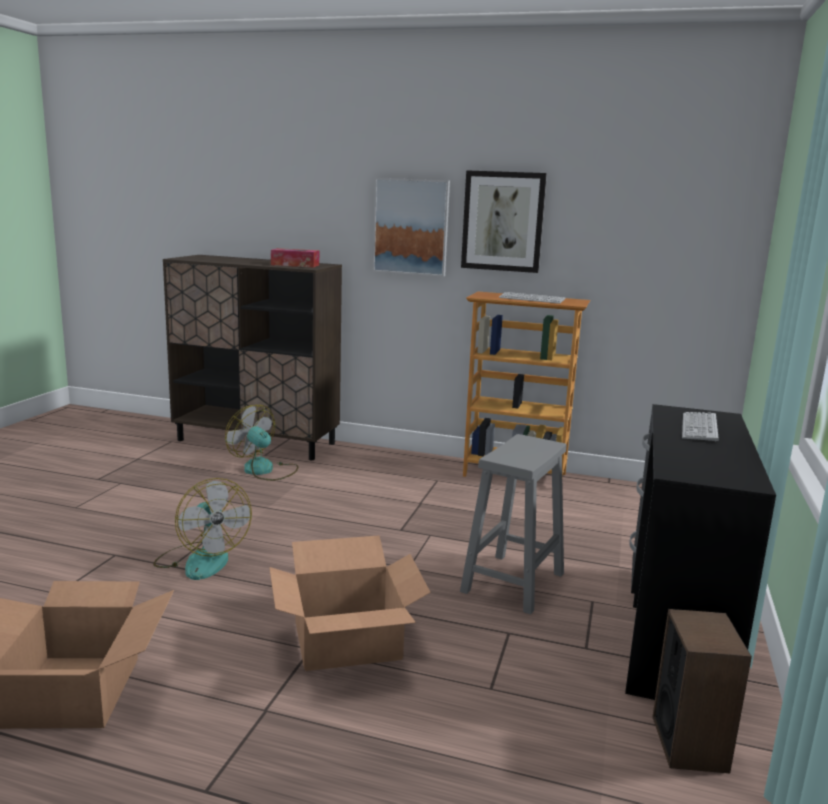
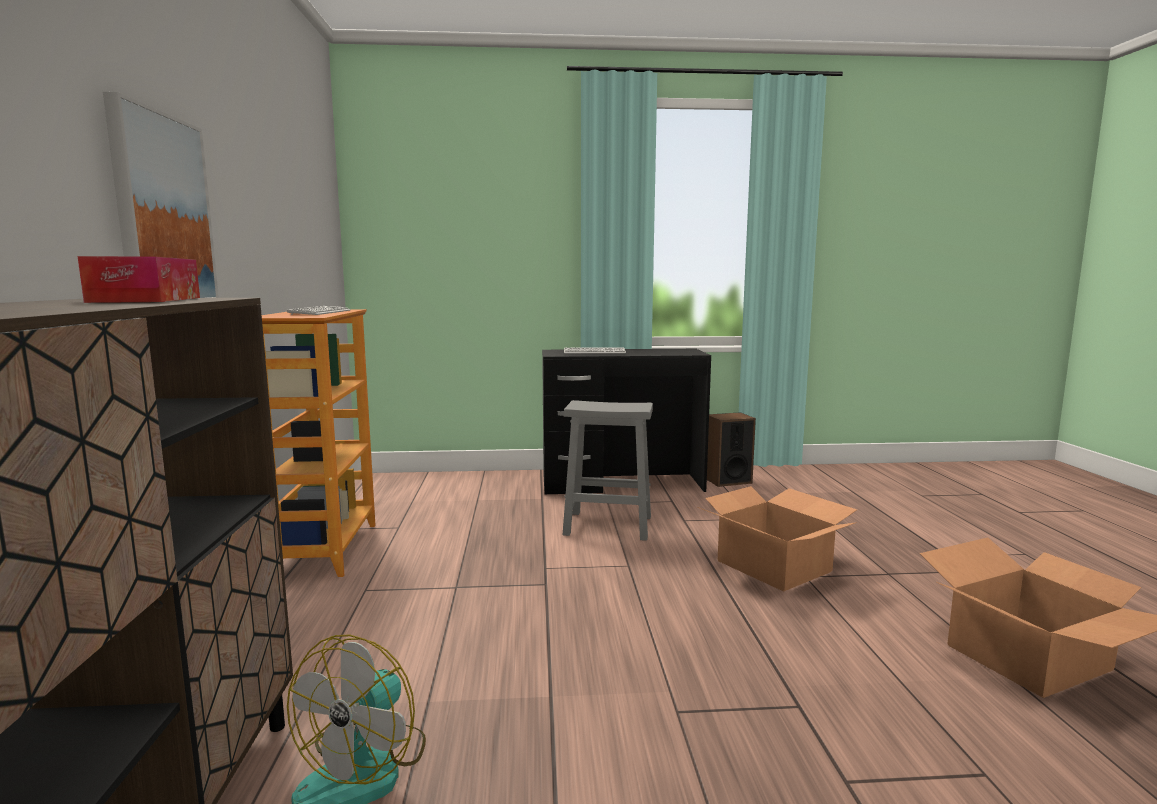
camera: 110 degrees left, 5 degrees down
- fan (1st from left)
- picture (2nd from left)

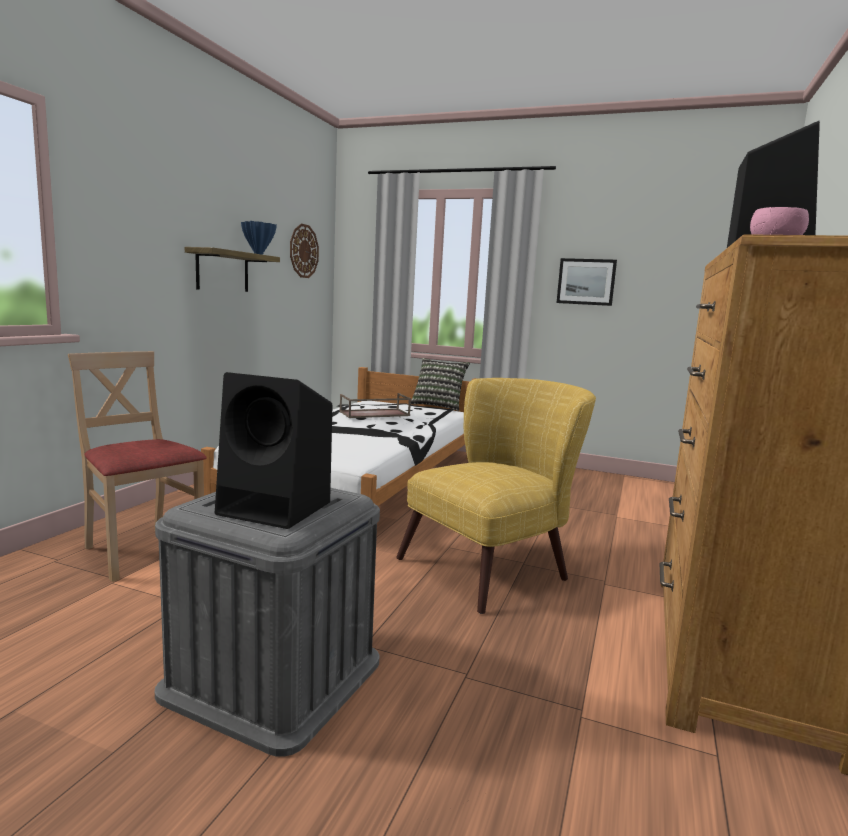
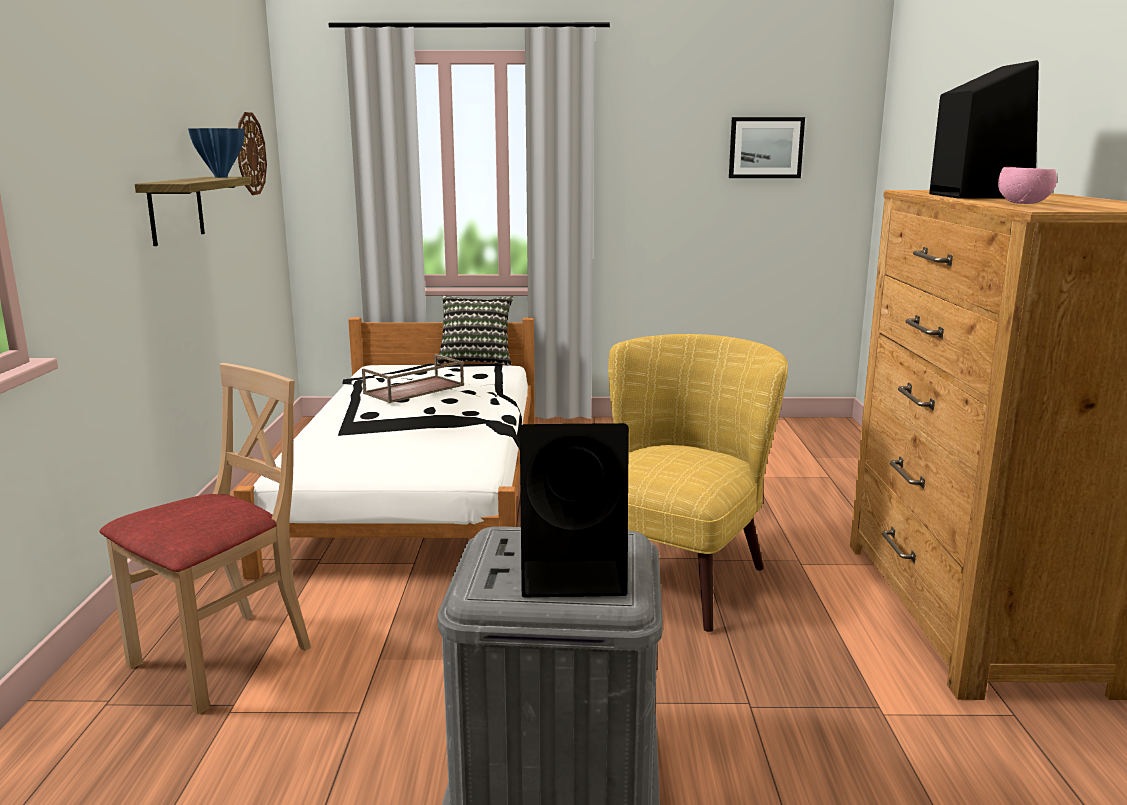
camera: 20 degrees left, 5 degrees up
~ picture
~ beige chair 105 degrees clockwise

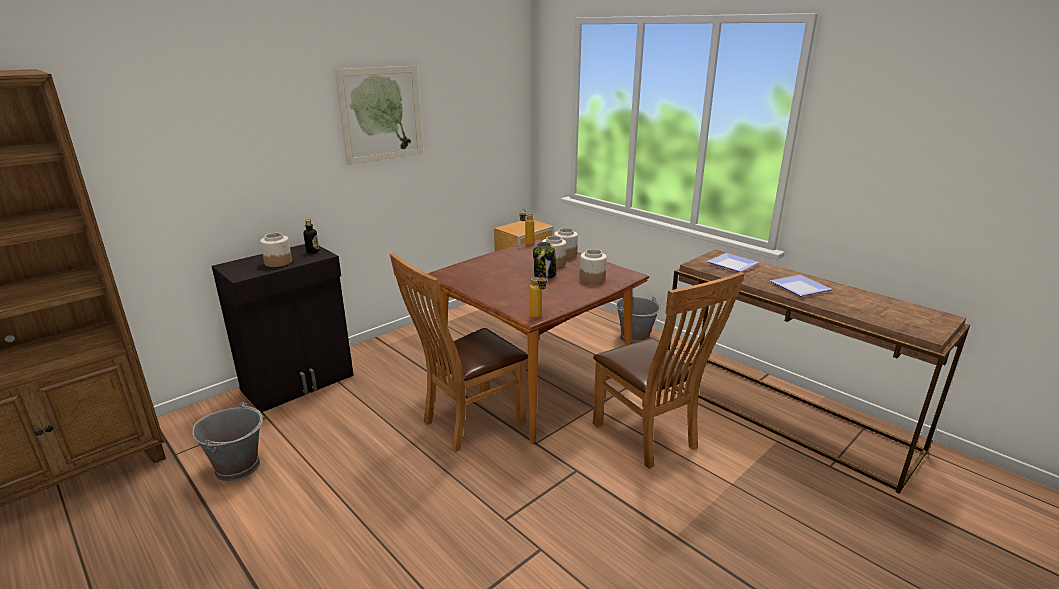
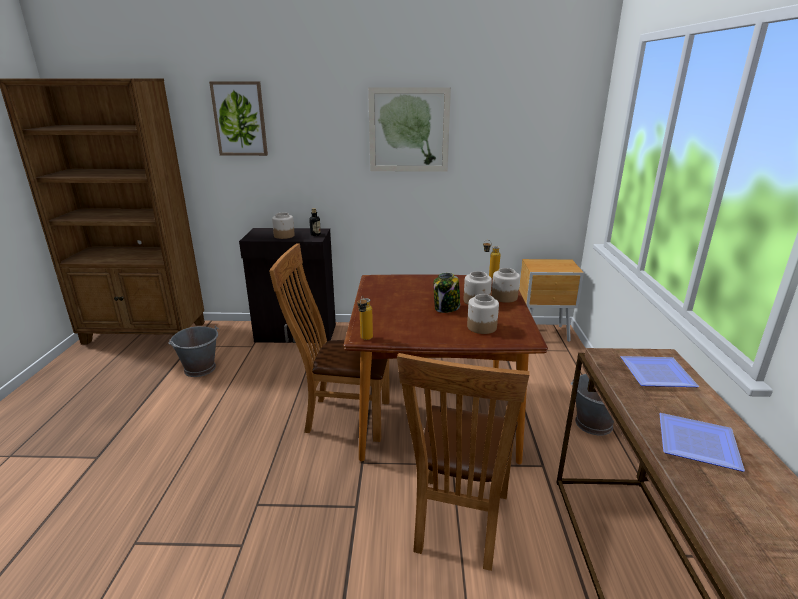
camera: 45 degrees right, 0 degrees up
+ picture (1st from left)

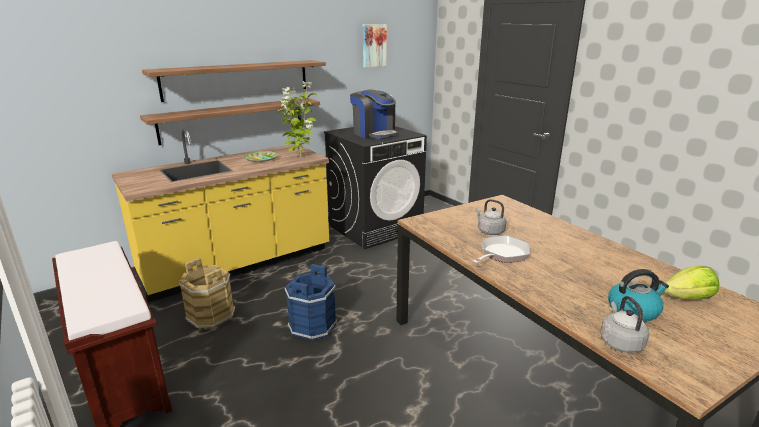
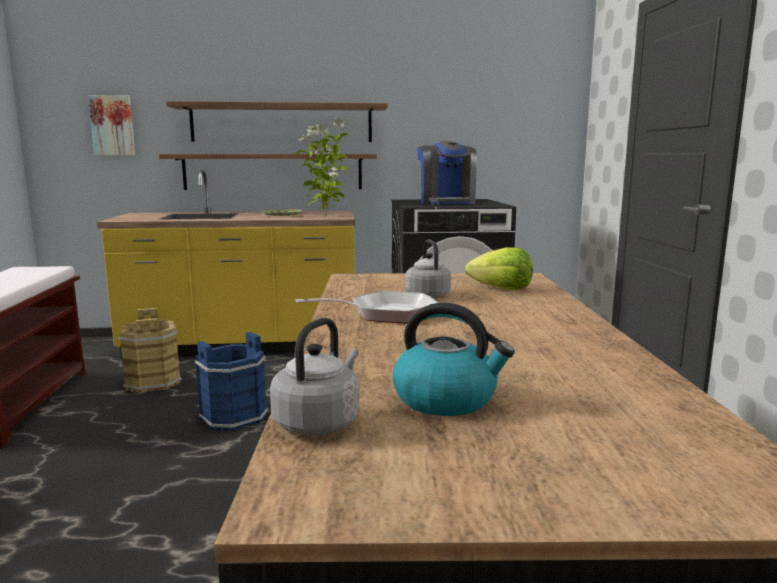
camera: 30 degrees right, 10 degrees down
~ picture
~ lettuce

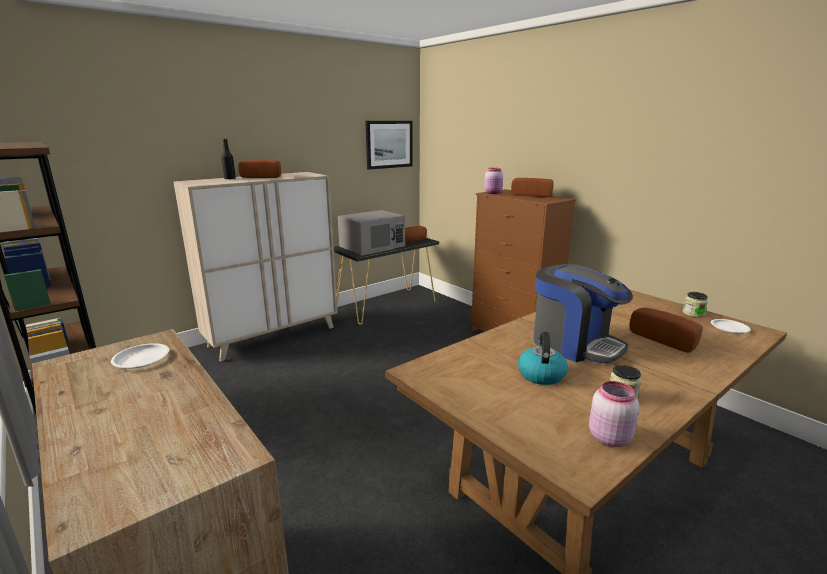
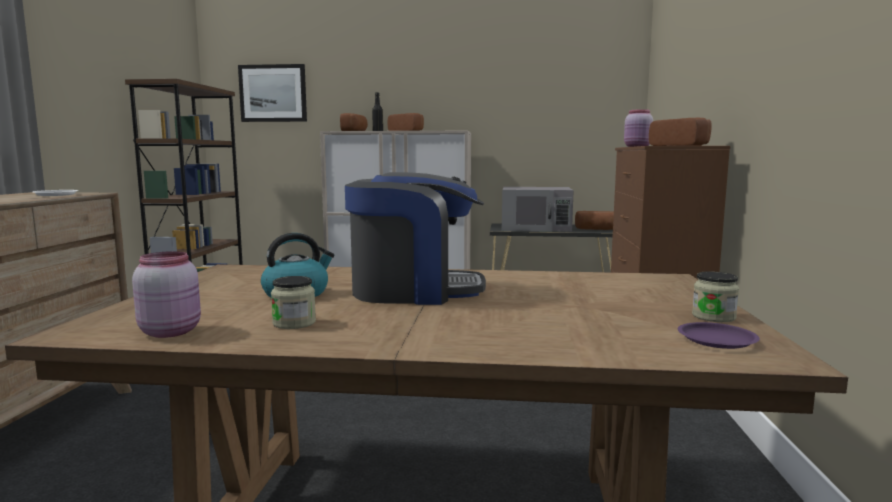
camera: 45 degrees right, 10 degrees down
~ picture
~ bread (4th from left in the first image) to bread (1st from left)
~ white plate (2nd from left) to purple plate
~ coffee machine 90 degrees counterclockwise

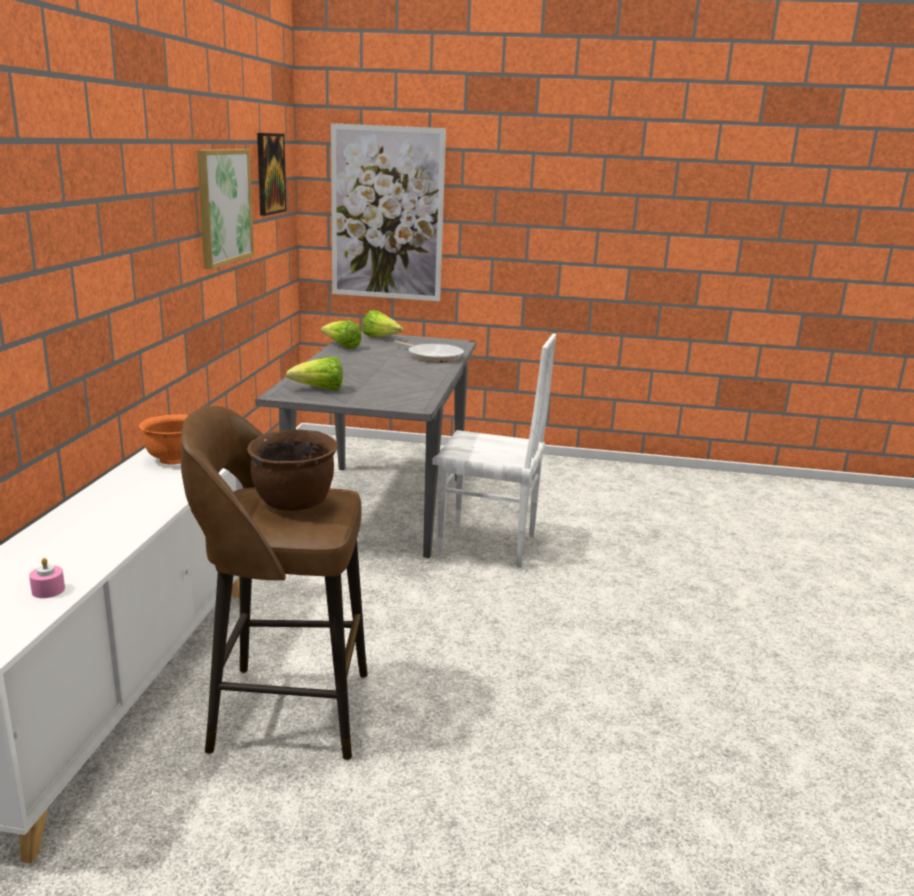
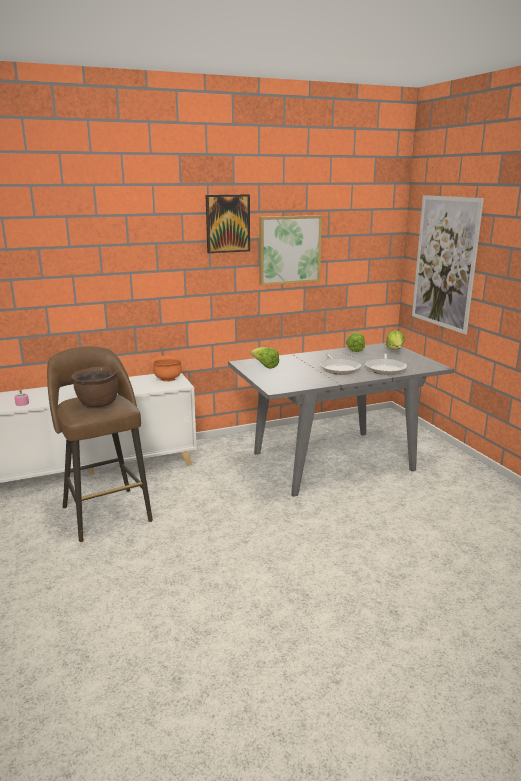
camera: 60 degrees right, 0 degrees up
- white chair
+ frying pan (1st from left)
~ picture (2nd from left in the first image) to picture (1st from left)

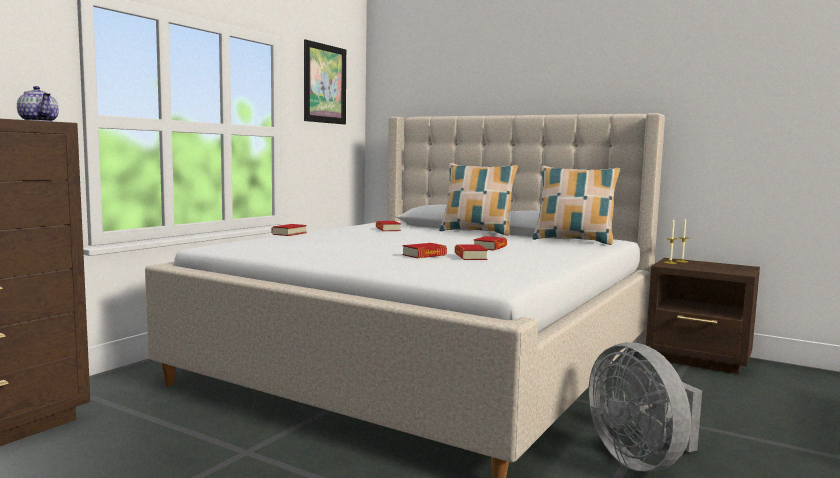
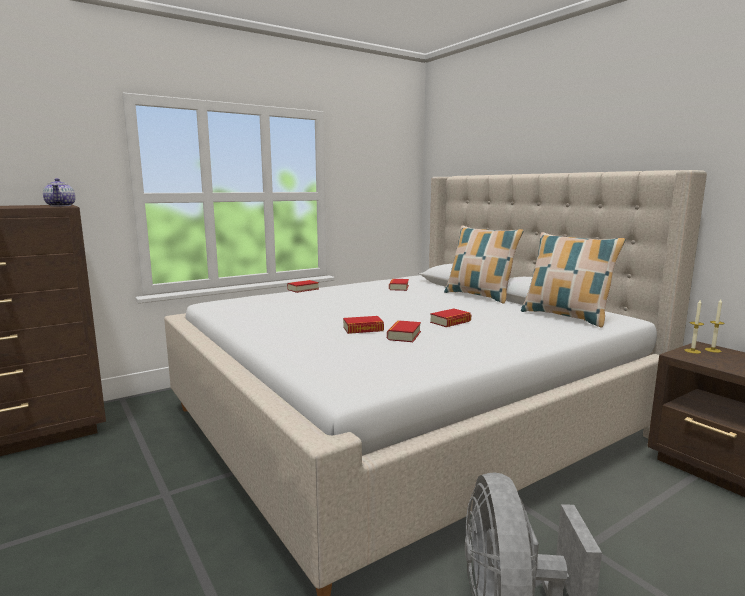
camera: 25 degrees right, 5 degrees up
- picture

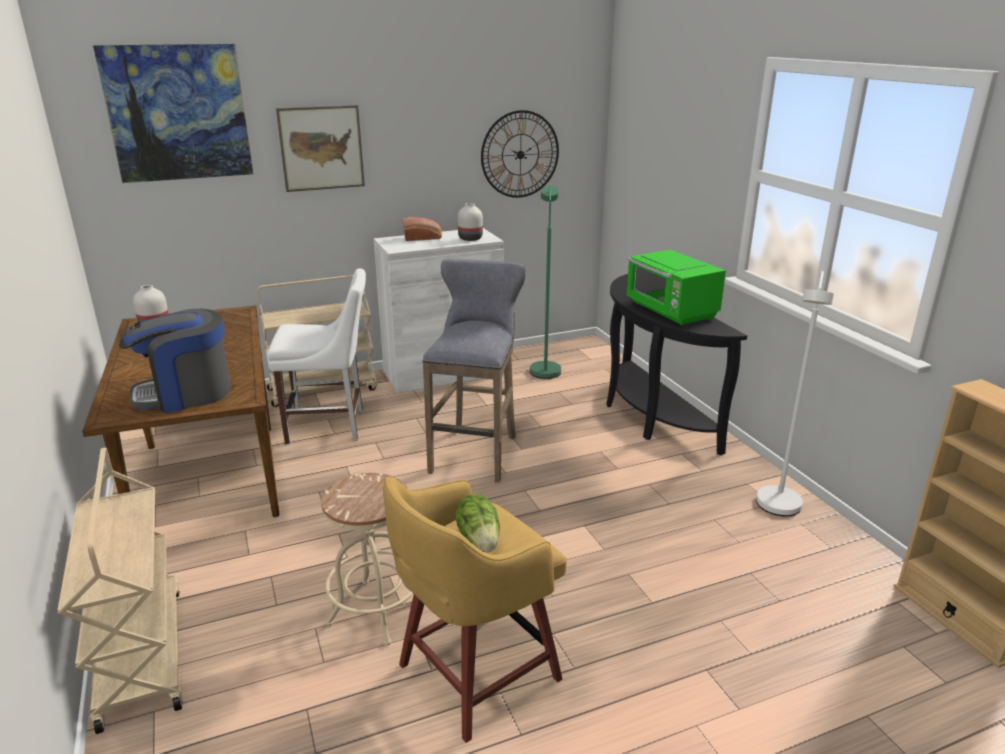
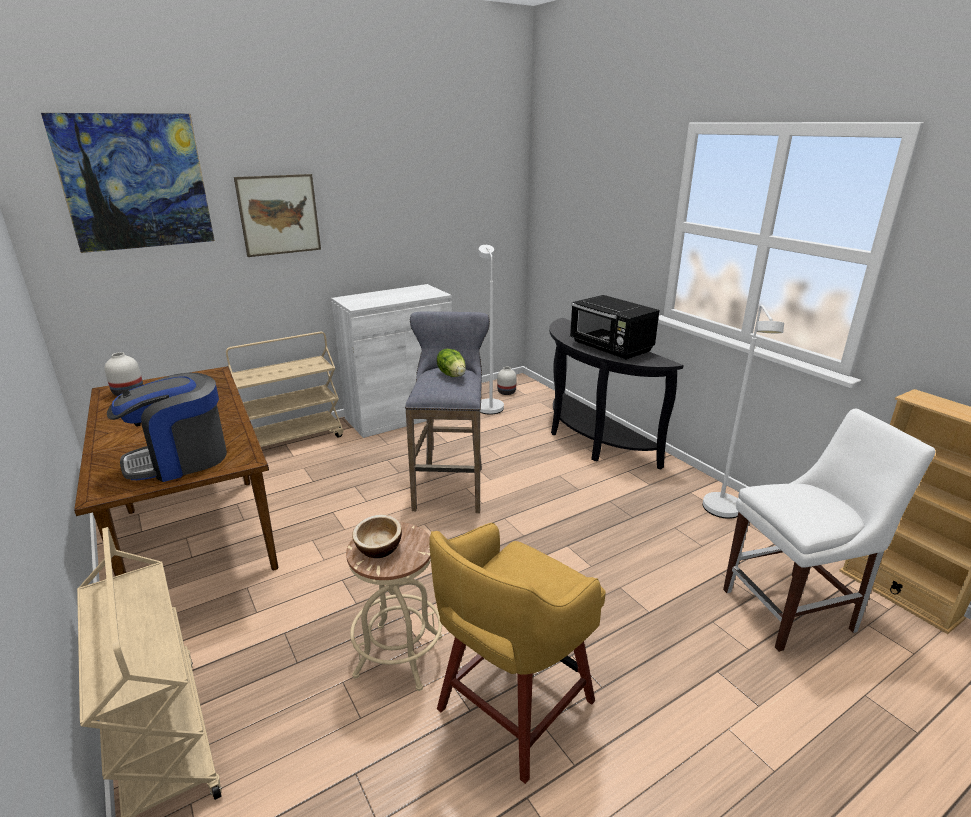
camera: 10 degrees left, 0 degrees up
- bread
- wall clock
+ bowl
~ white chair
~ lettuce
~ white vase (2nd from left)
~ green floor lamp to white floor lamp (1st from left)
~ green microwave to black microwave

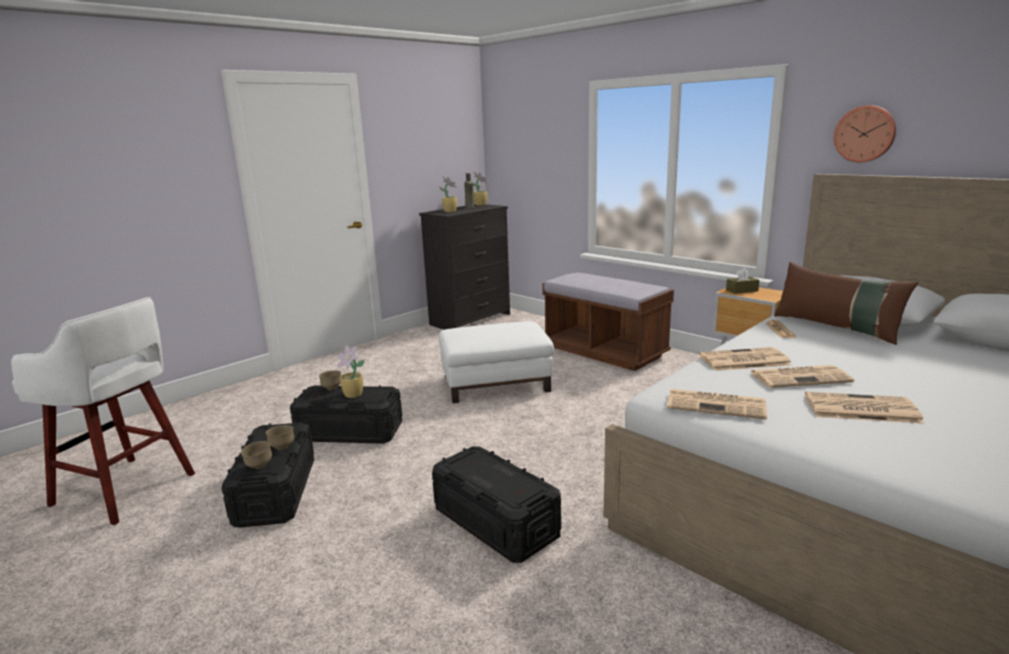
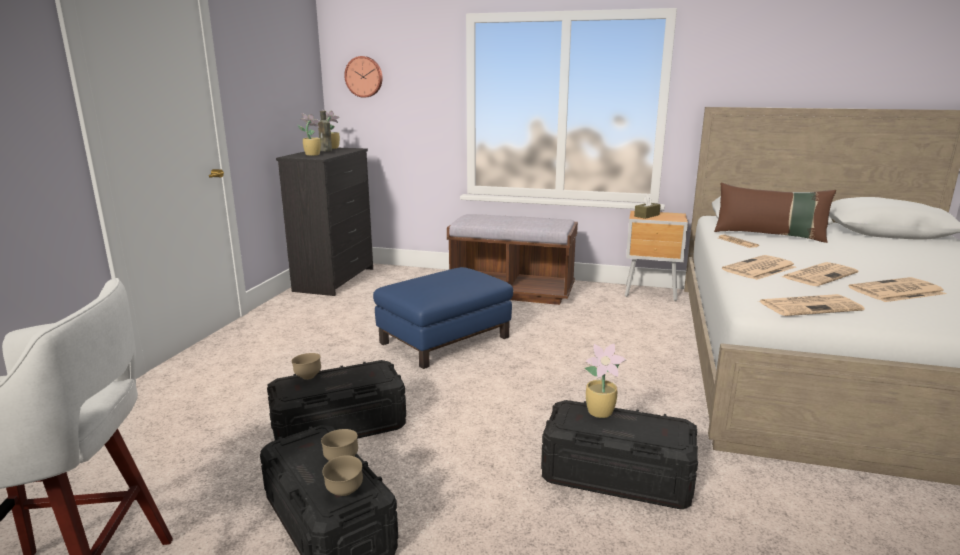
camera: 30 degrees left, 0 degrees up
~ potted plant (1st from left in the first image) to potted plant (3rd from left)
~ wall clock
~ white ottoman to blue ottoman

